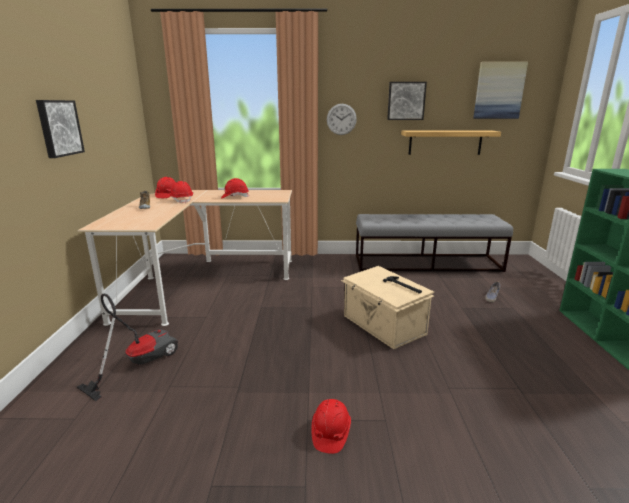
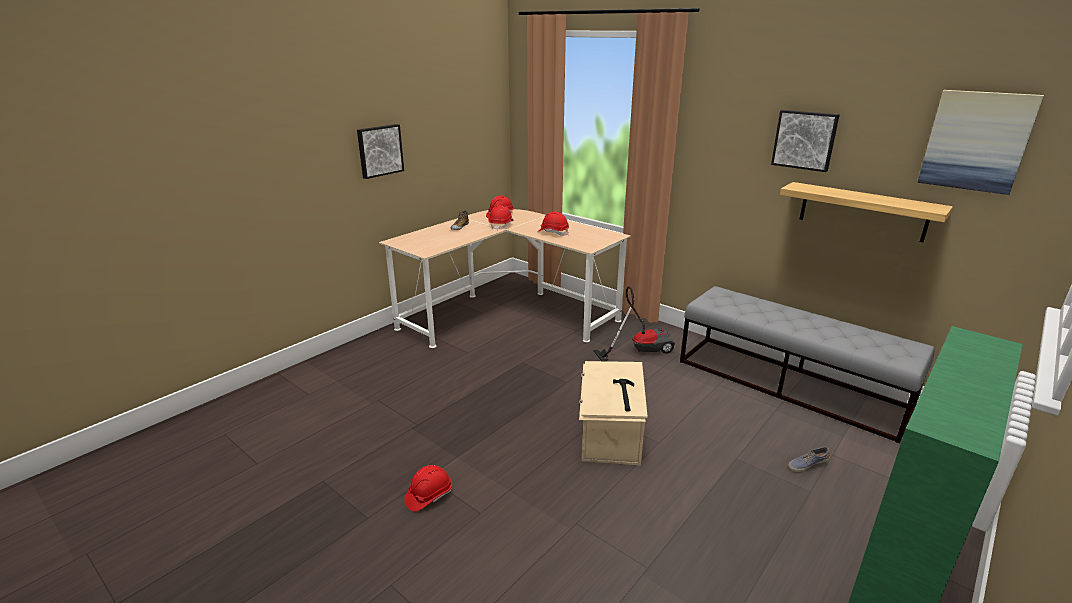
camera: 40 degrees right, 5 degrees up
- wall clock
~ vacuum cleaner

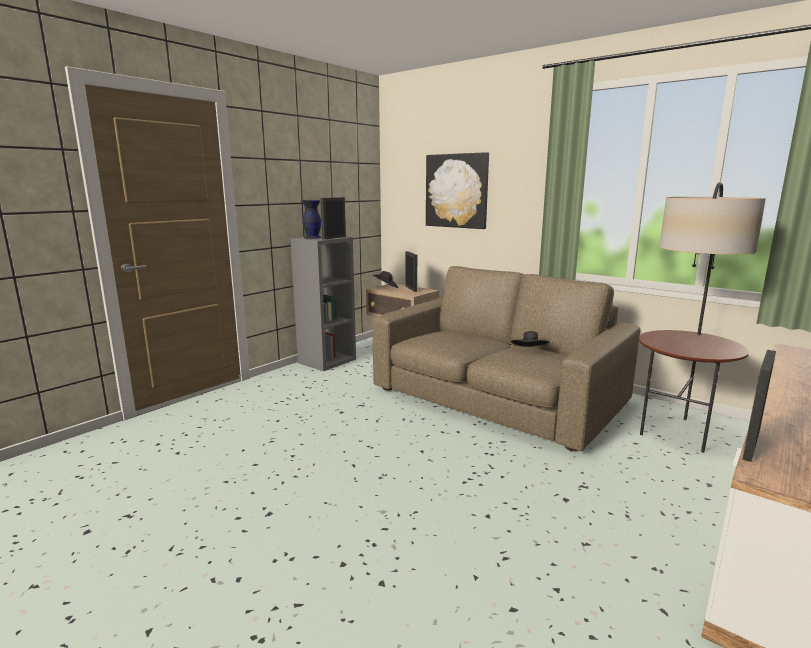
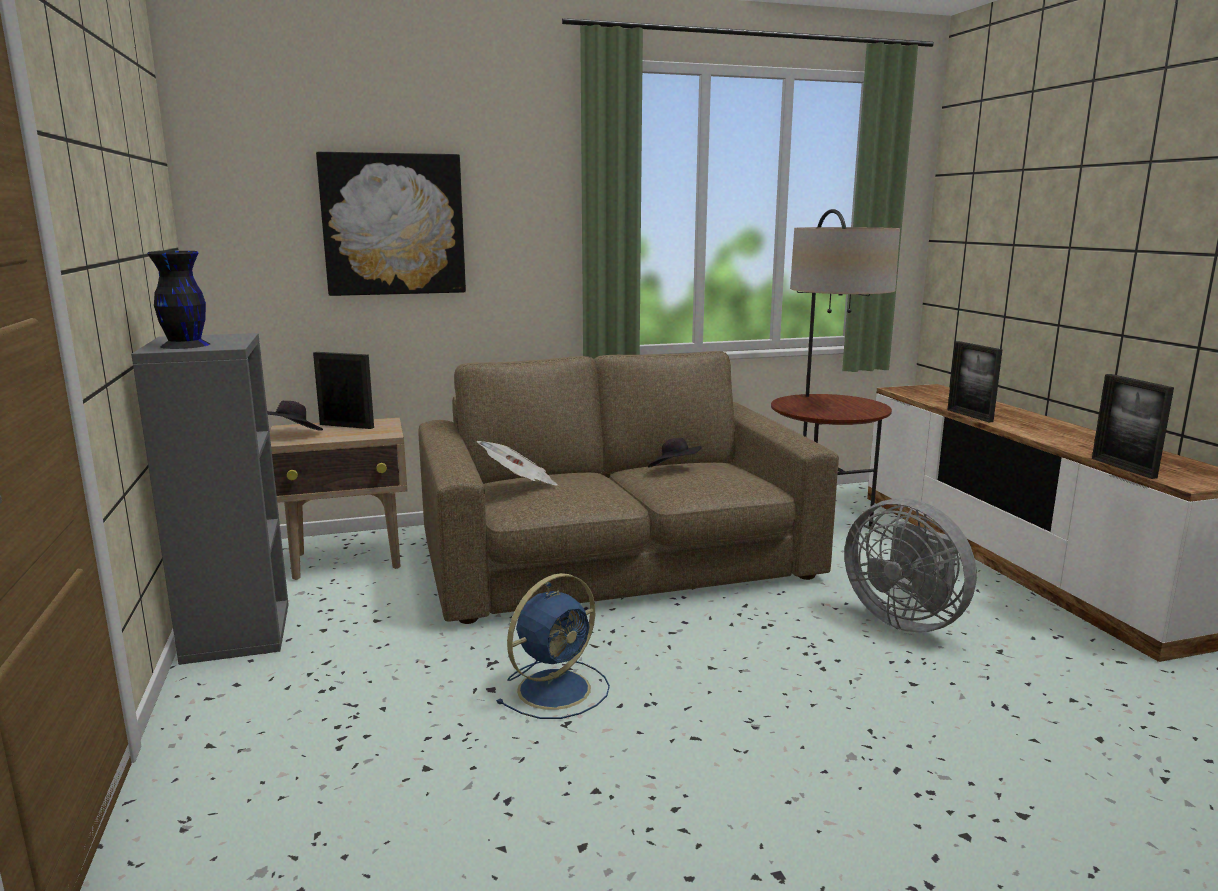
camera: 55 degrees left, 0 degrees up
+ newspaper
+ blue fan
+ grey fan
~ picture frame (1st from left in the first image) to picture frame (2nd from left)

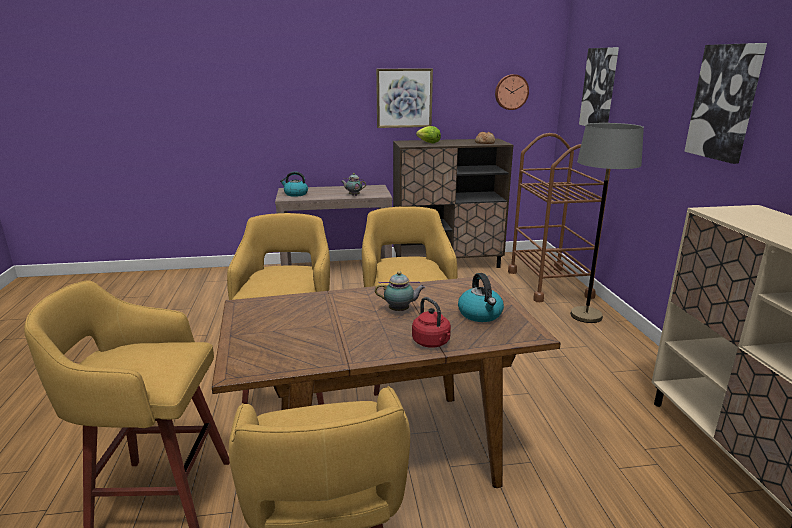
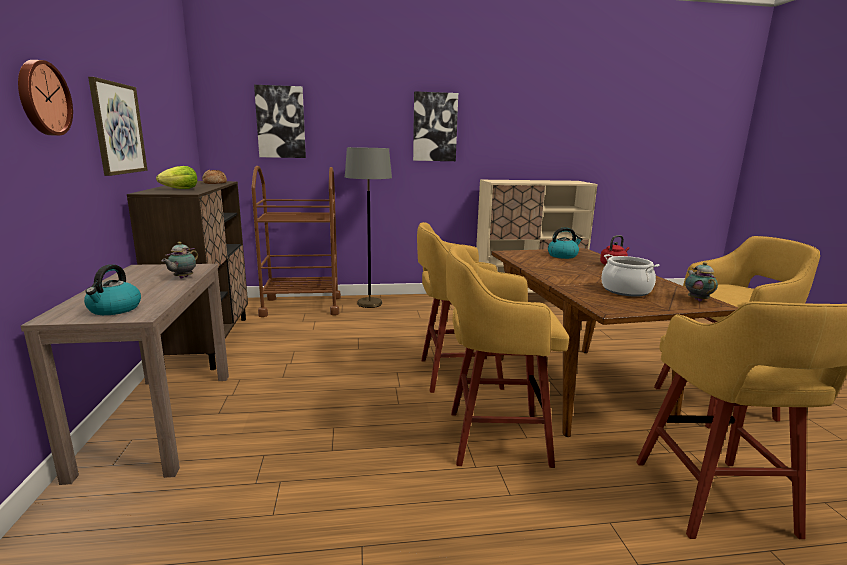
camera: 90 degrees left, 5 degrees down
+ cooking pot
~ teapot (2nd from left)
~ wall clock

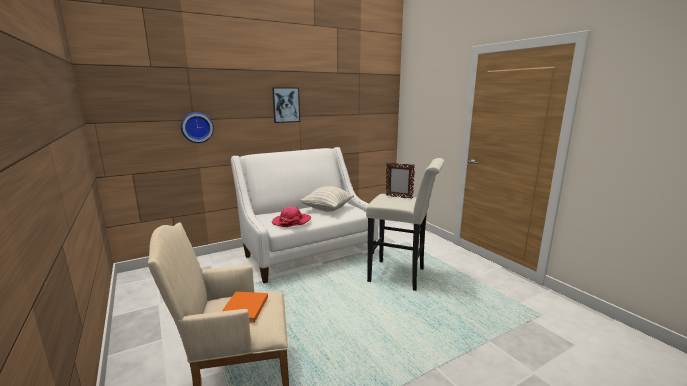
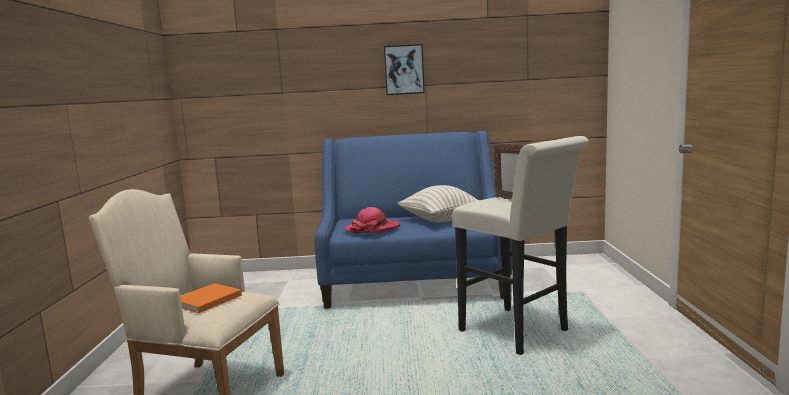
camera: 30 degrees right, 5 degrees down
- wall clock
~ white sofa to blue sofa

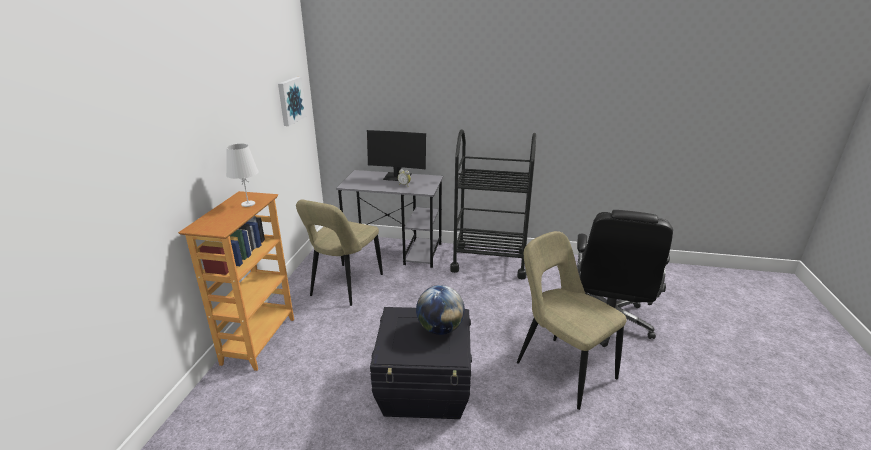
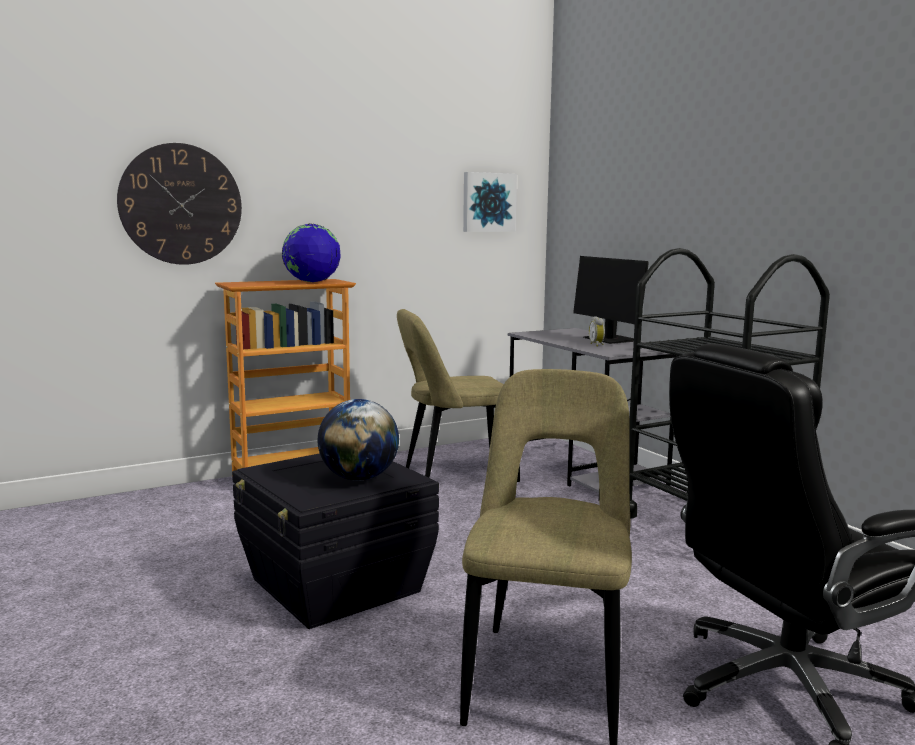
camera: 50 degrees right, 15 degrees down
+ wall clock
~ white table lamp to globe (1st from left)

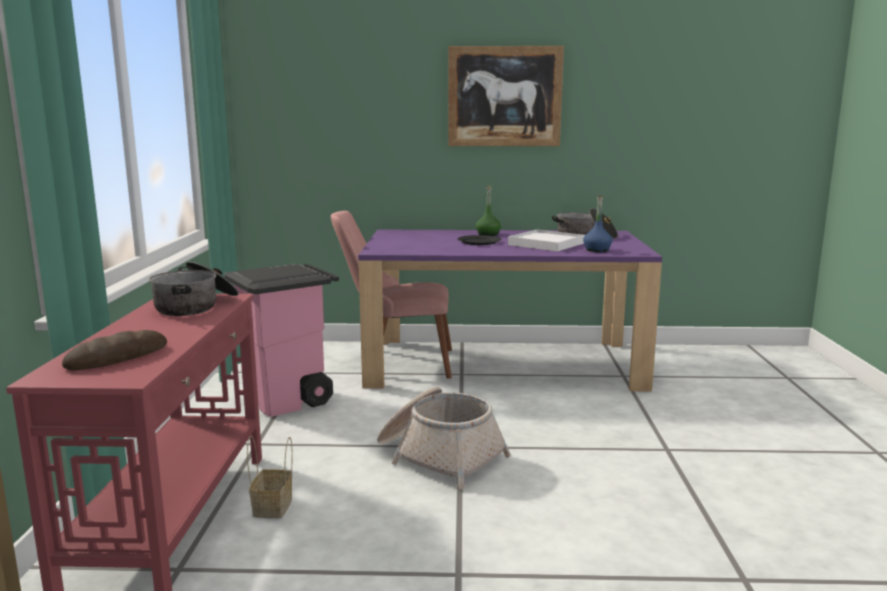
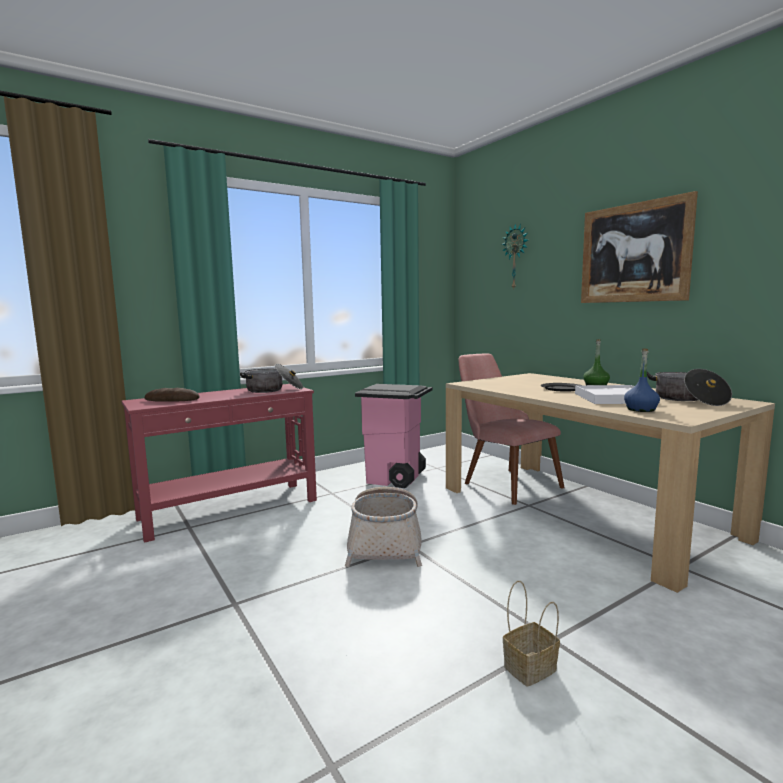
camera: 55 degrees right, 5 degrees down
+ wall clock
~ basket (1st from left in the first image) to basket (2nd from left)
~ purple dining table to beige dining table

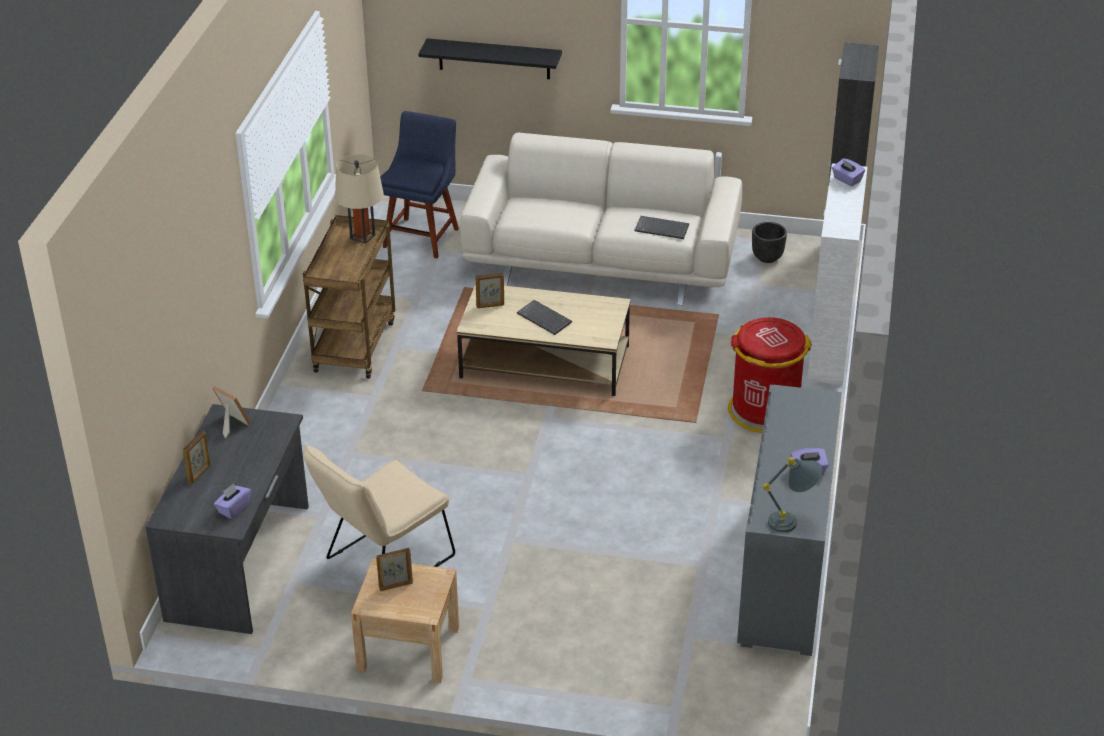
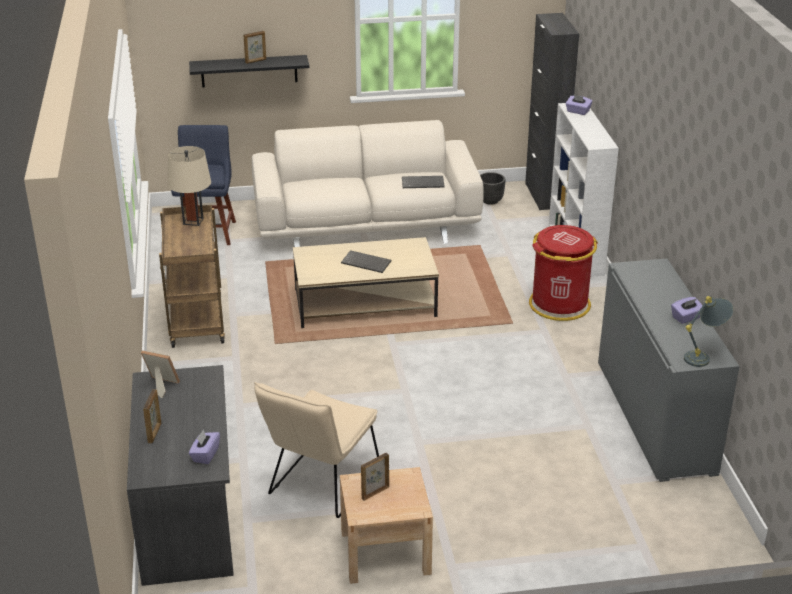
camera: 20 degrees left, 5 degrees down
~ picture frame (4th from left in the first image) to picture frame (3rd from left)

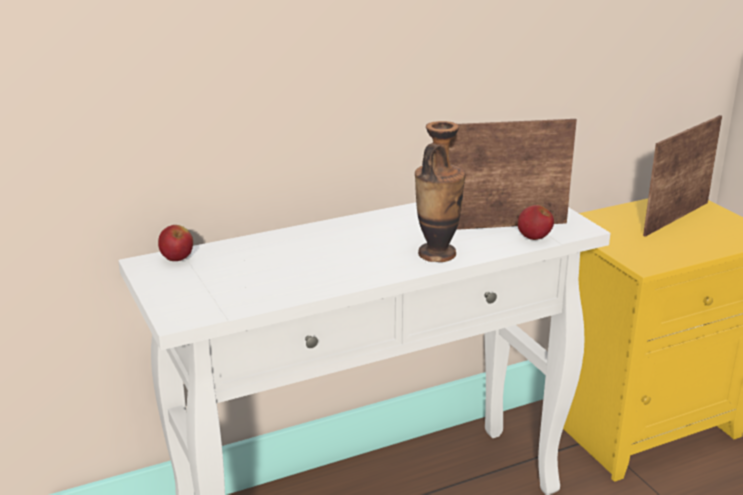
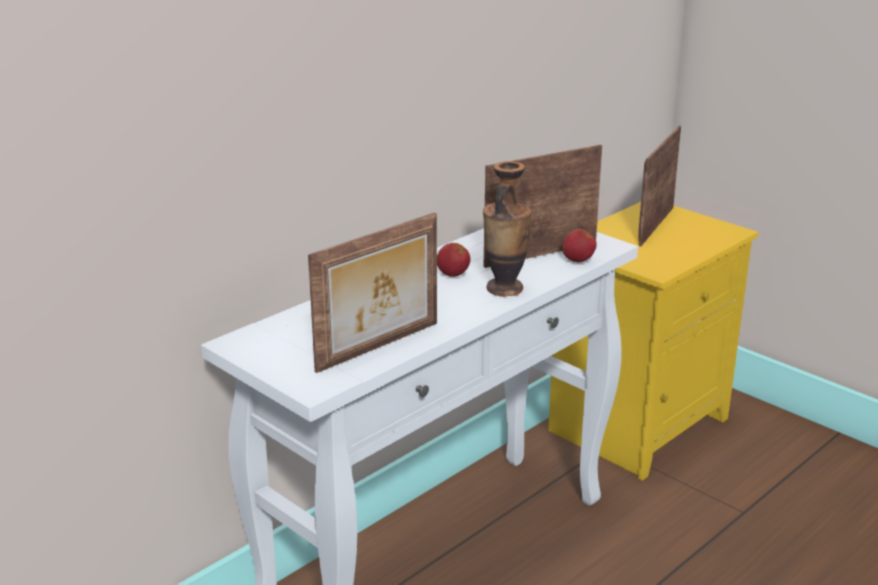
camera: 20 degrees left, 0 degrees up
+ picture frame (1st from left)
~ apple (1st from left)

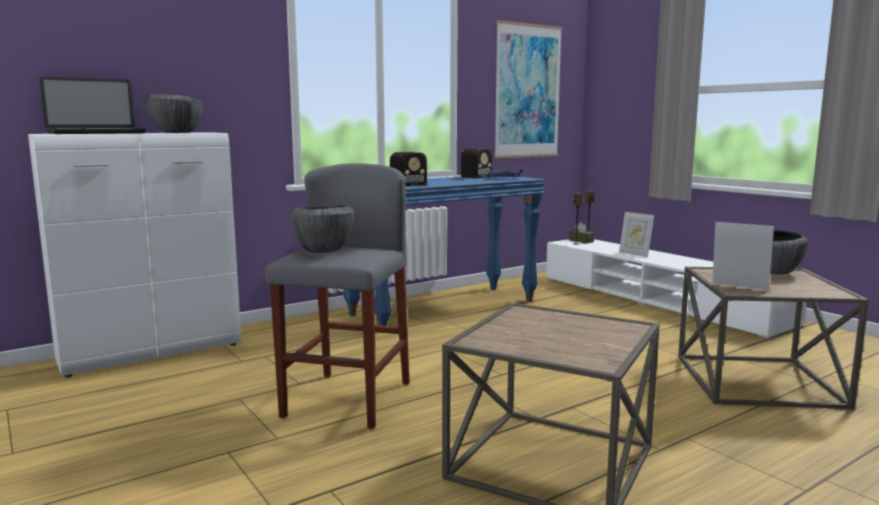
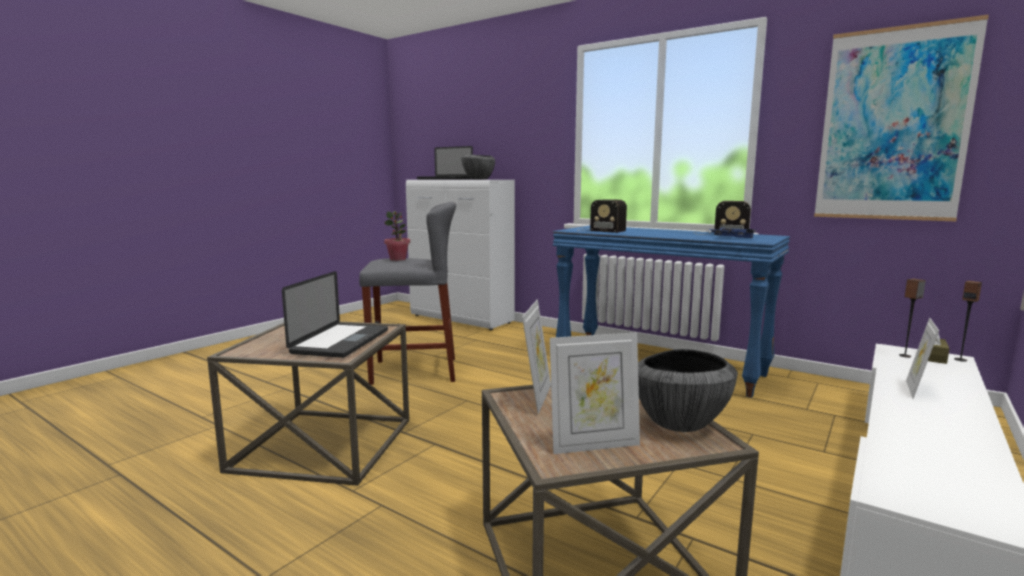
camera: 70 degrees right, 0 degrees up
+ laptop (1st from left)
+ picture frame (2nd from left)
~ bowl (2nd from left) to potted plant

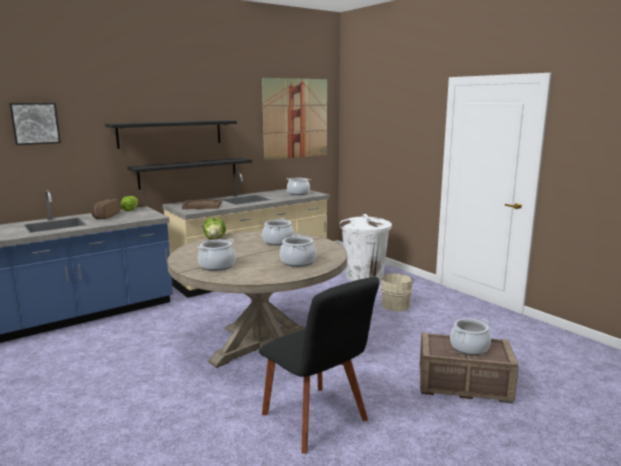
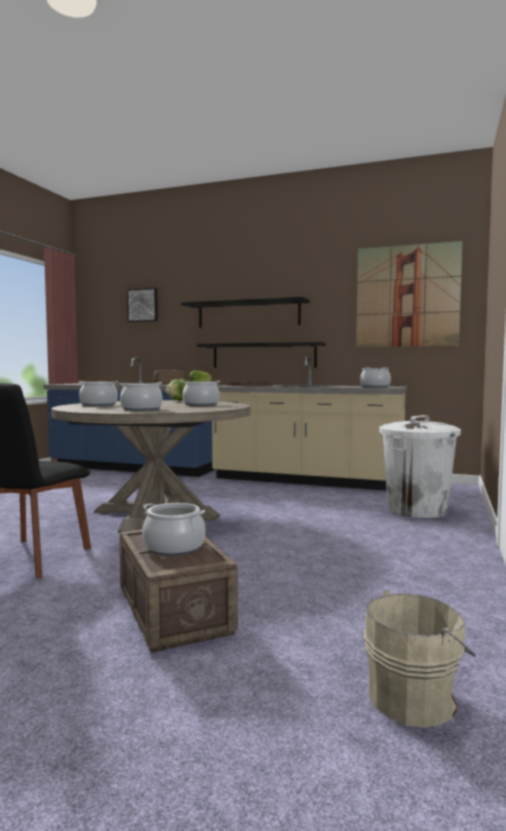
camera: 55 degrees right, 10 degrees down
~ beige bucket

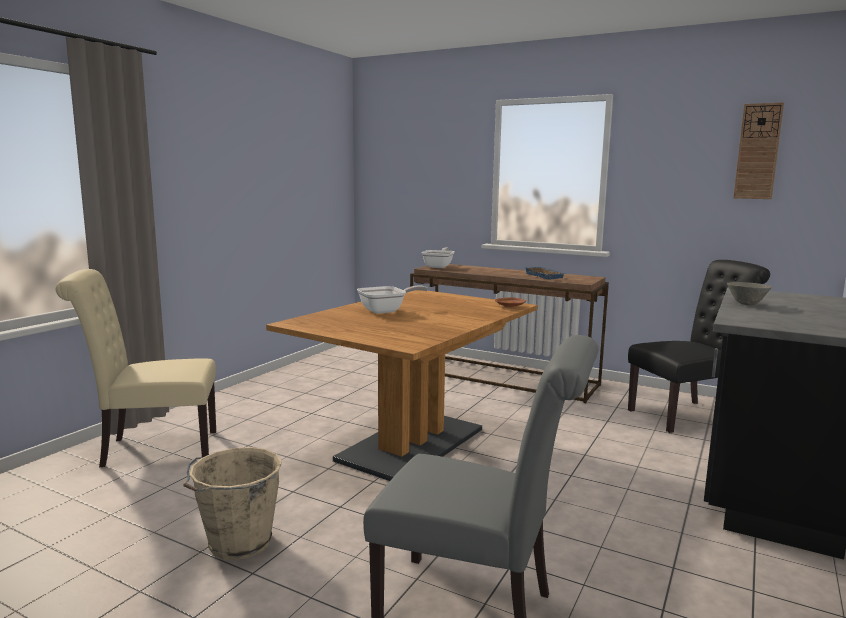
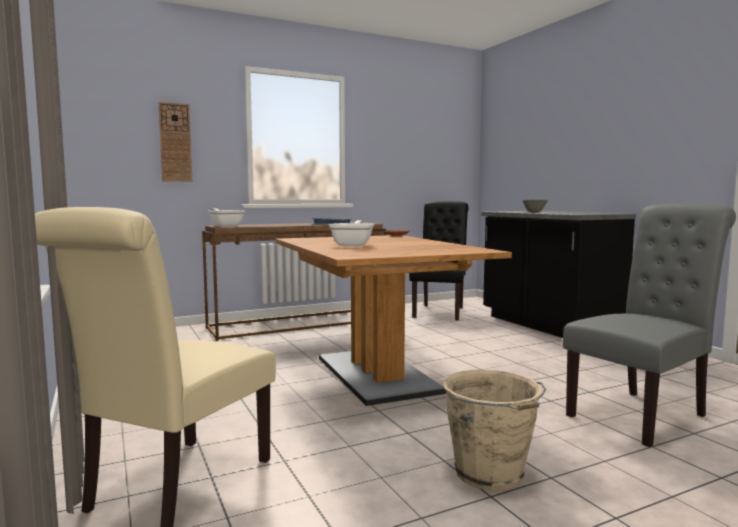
camera: 55 degrees left, 5 degrees down
~ wall clock

